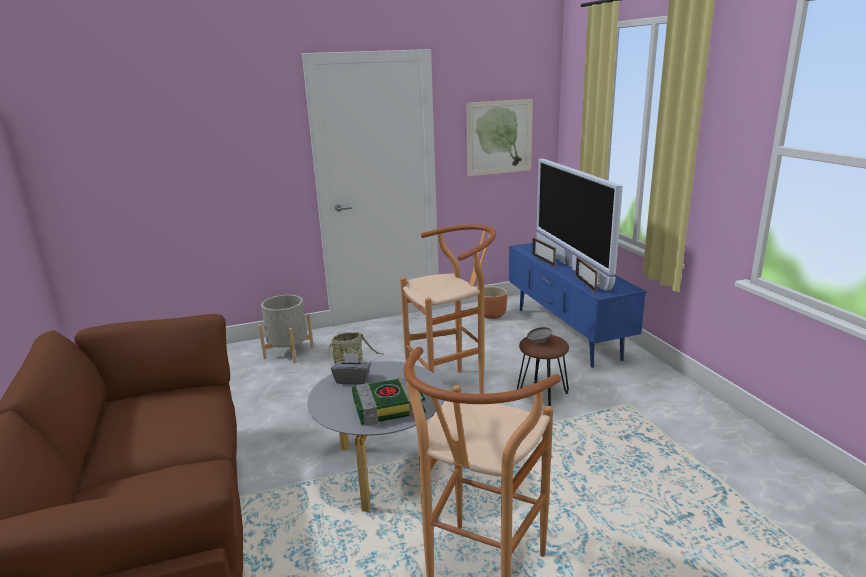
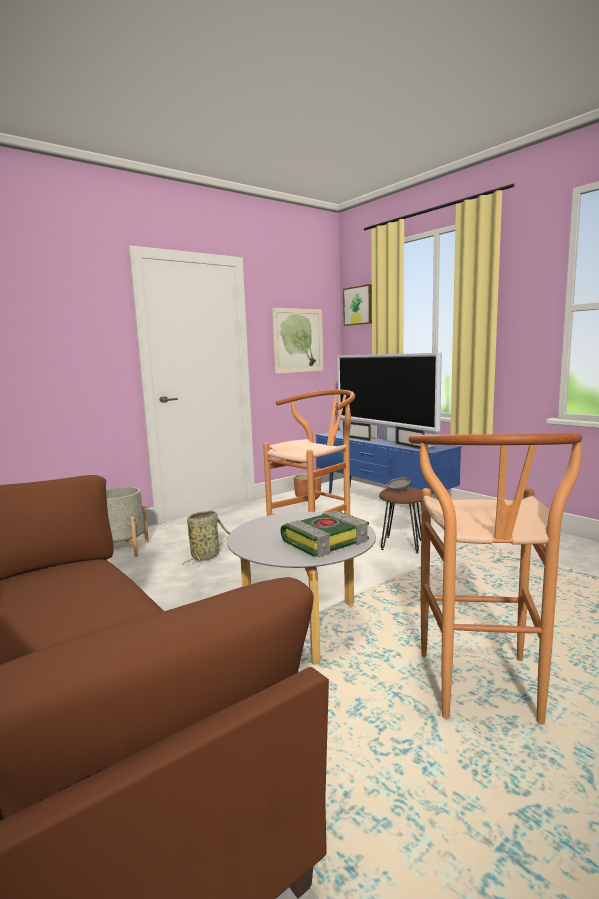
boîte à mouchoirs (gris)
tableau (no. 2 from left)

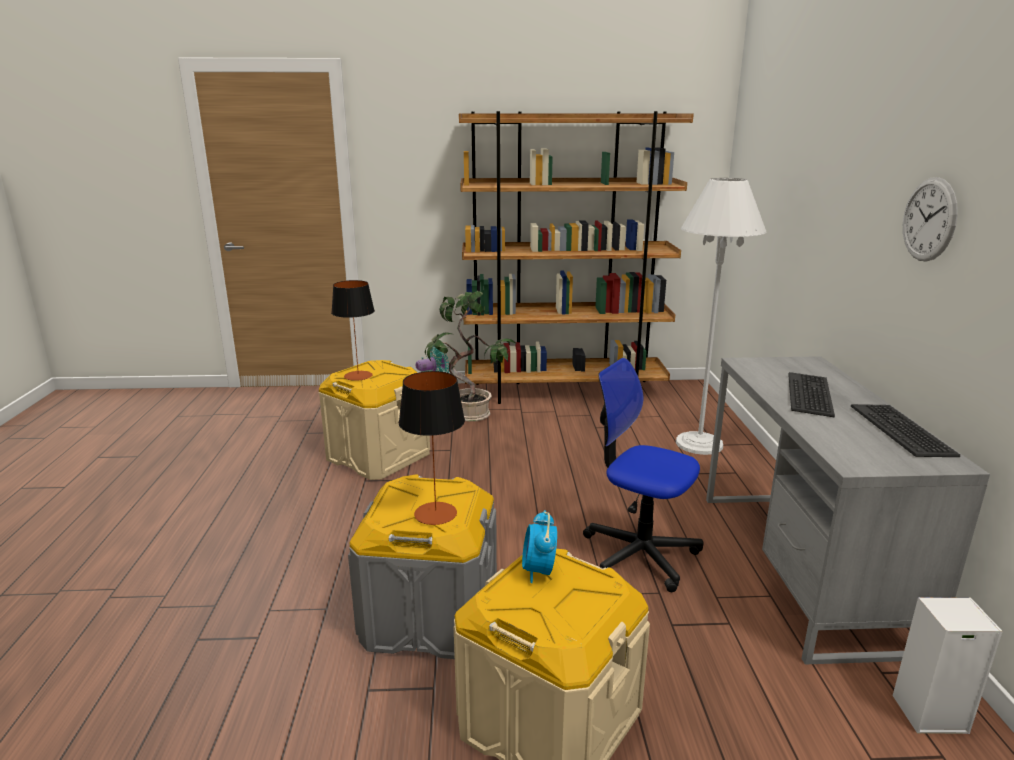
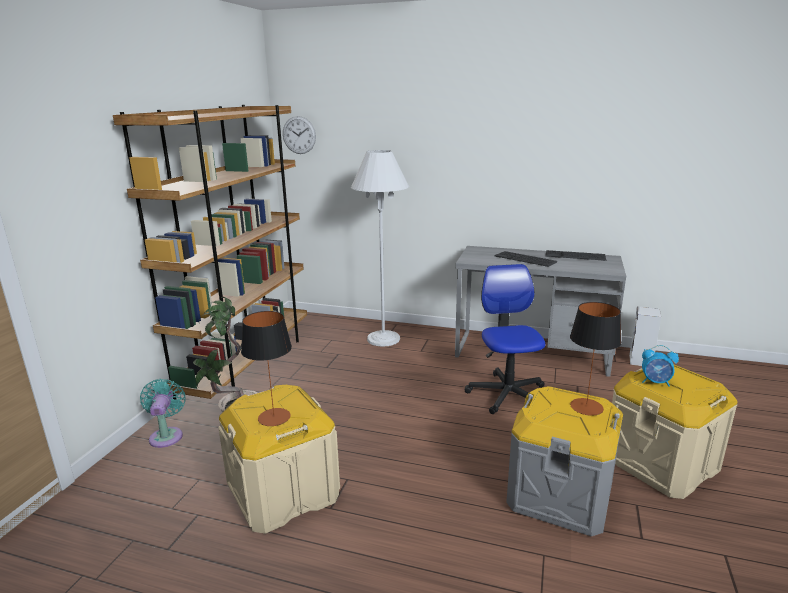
chaise de bureau
horloge murale

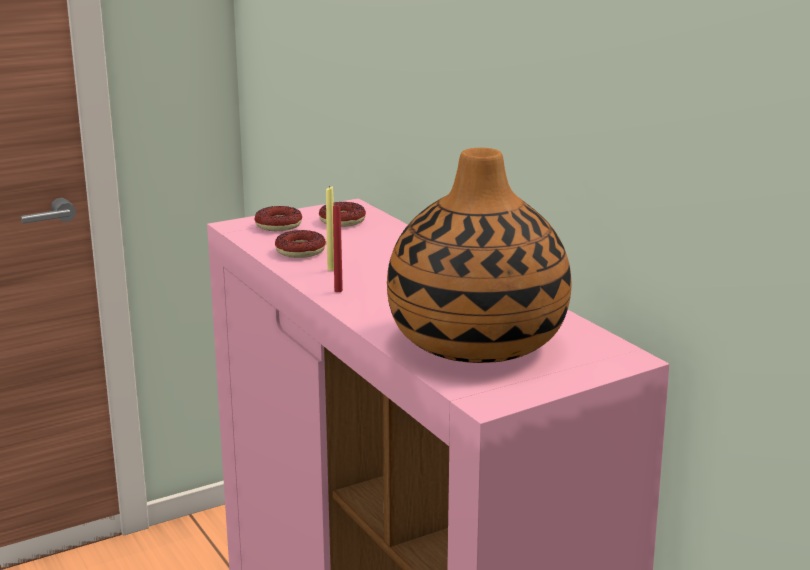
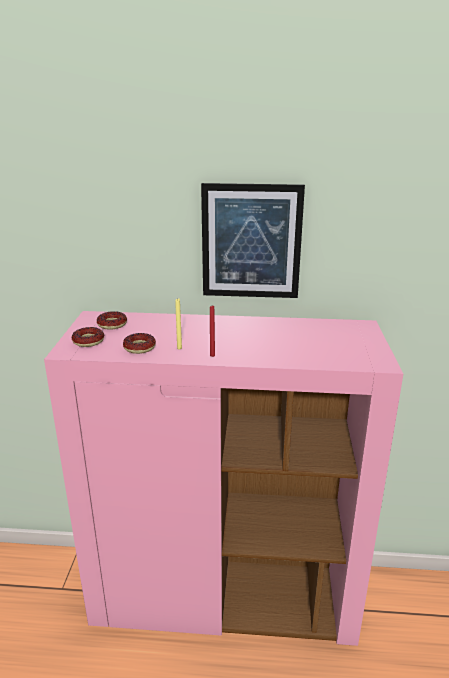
vase
tableau

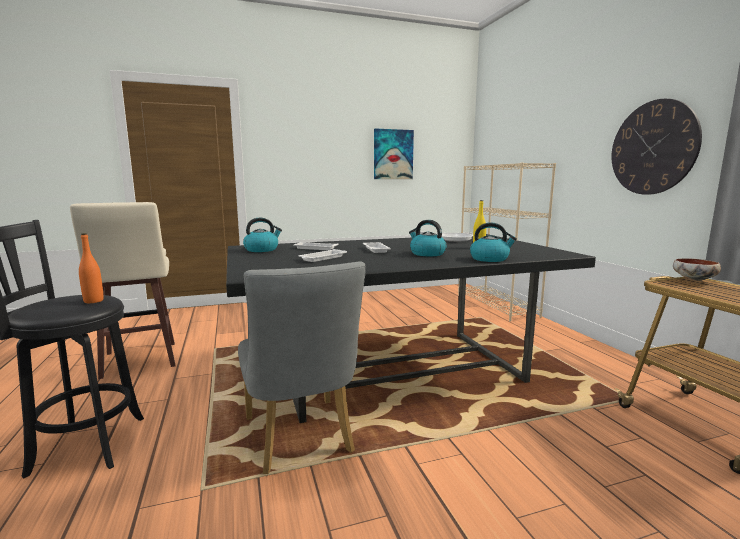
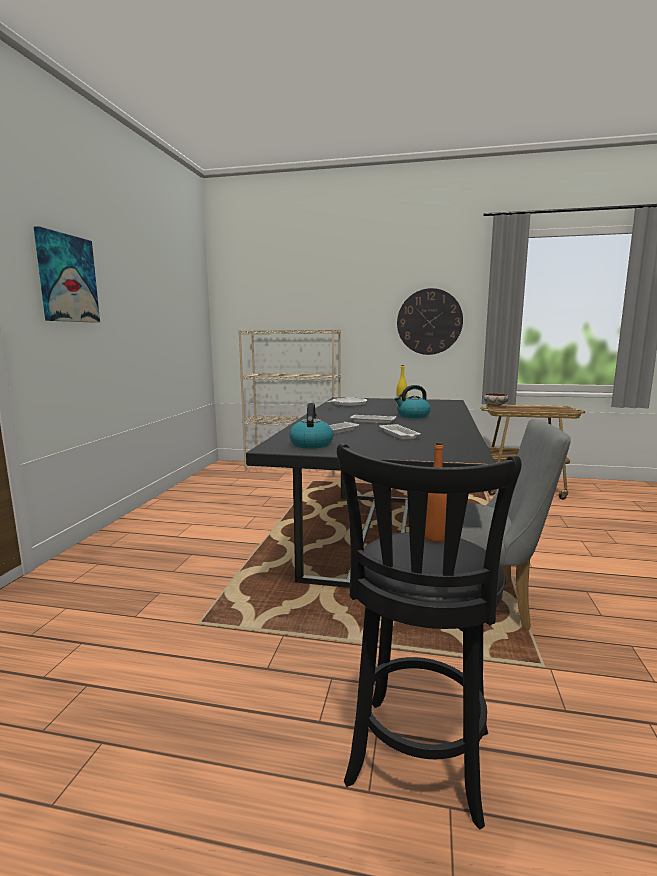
tabouret (beige)
tableau
bouilloire (no. 3 from left in the first image)

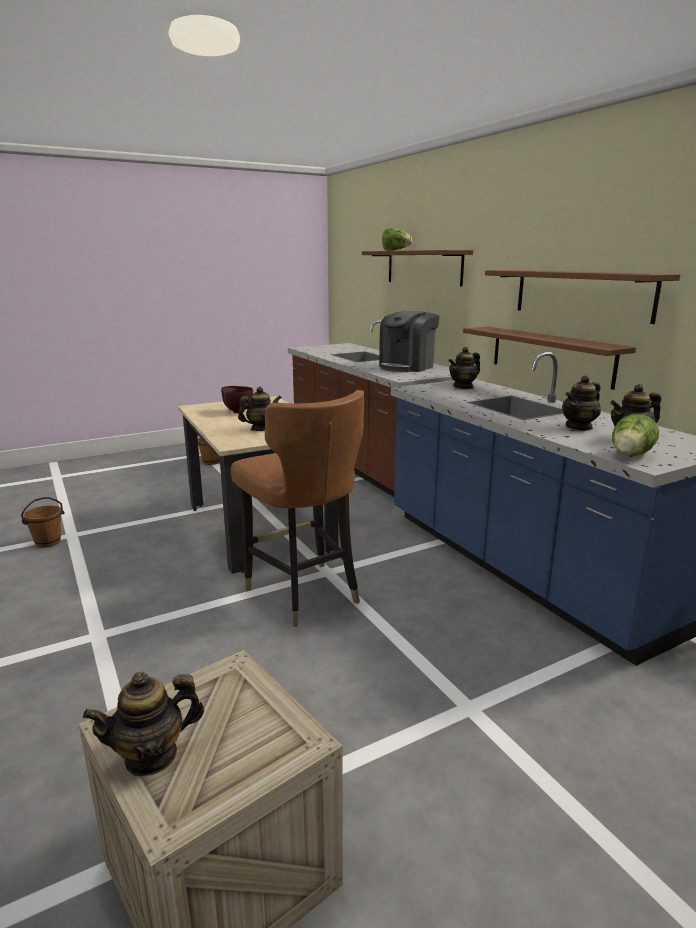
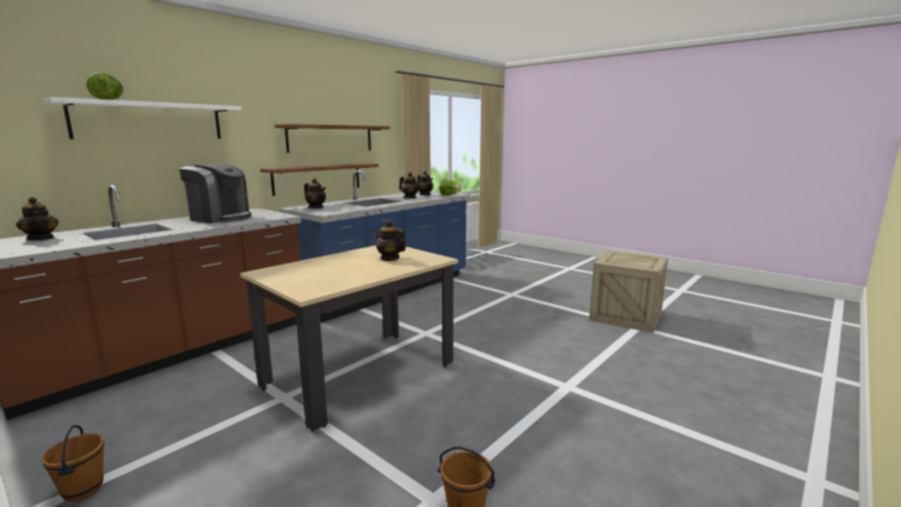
théière (no. 1 from left)
bol (marron)
chaise (marron)
étagère (blanc)

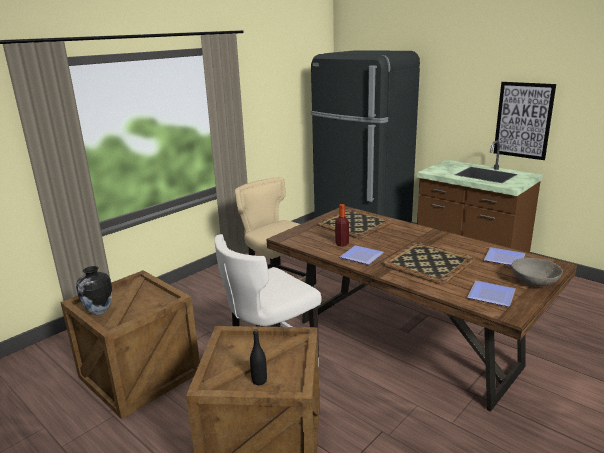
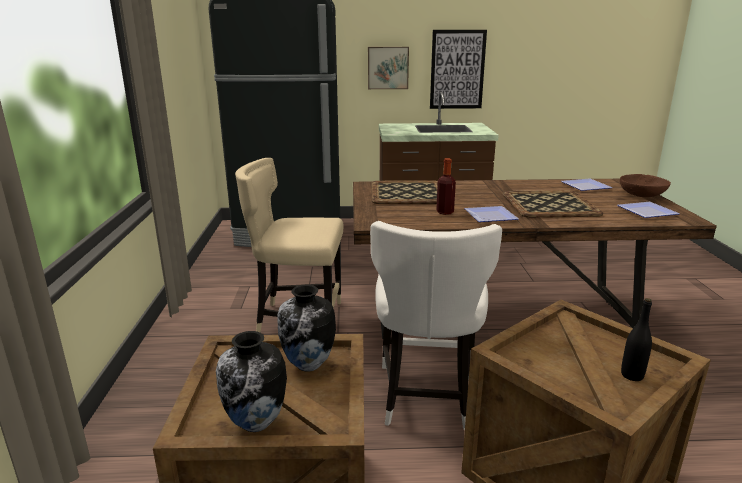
bol (marron)
vase (no. 2 from left)
tableau (no. 1 from left)

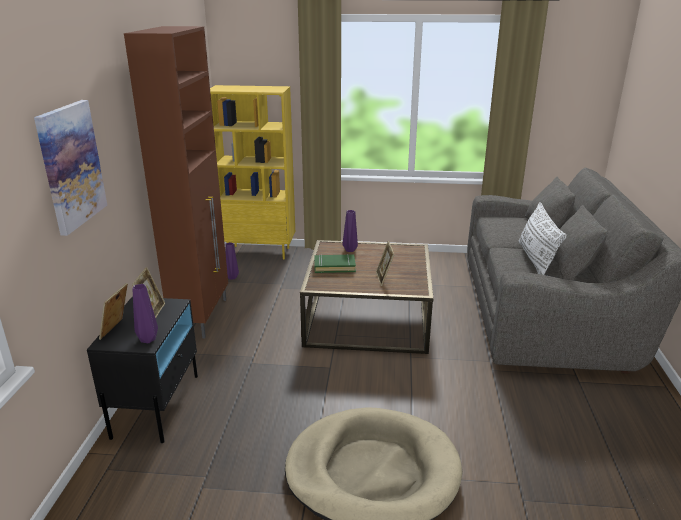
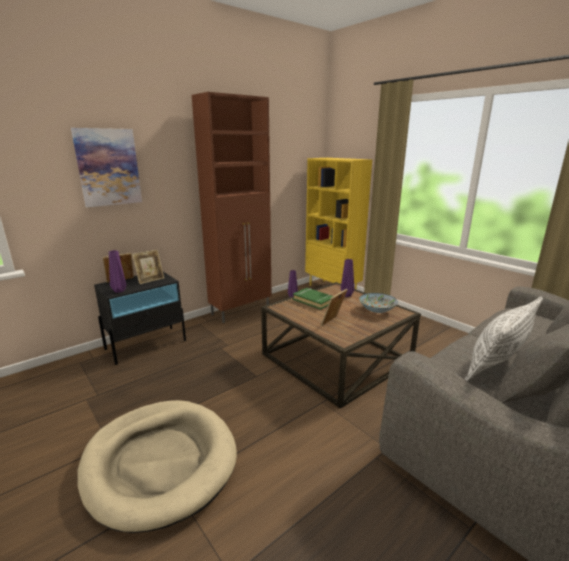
bol

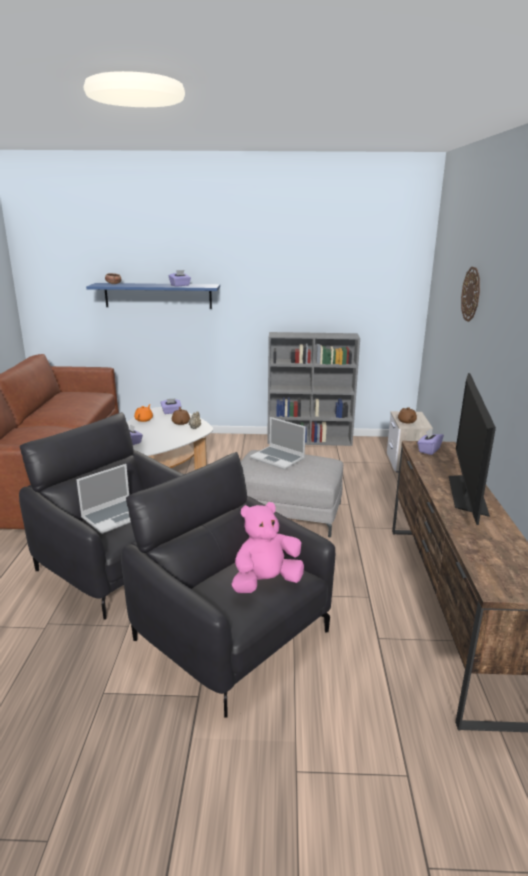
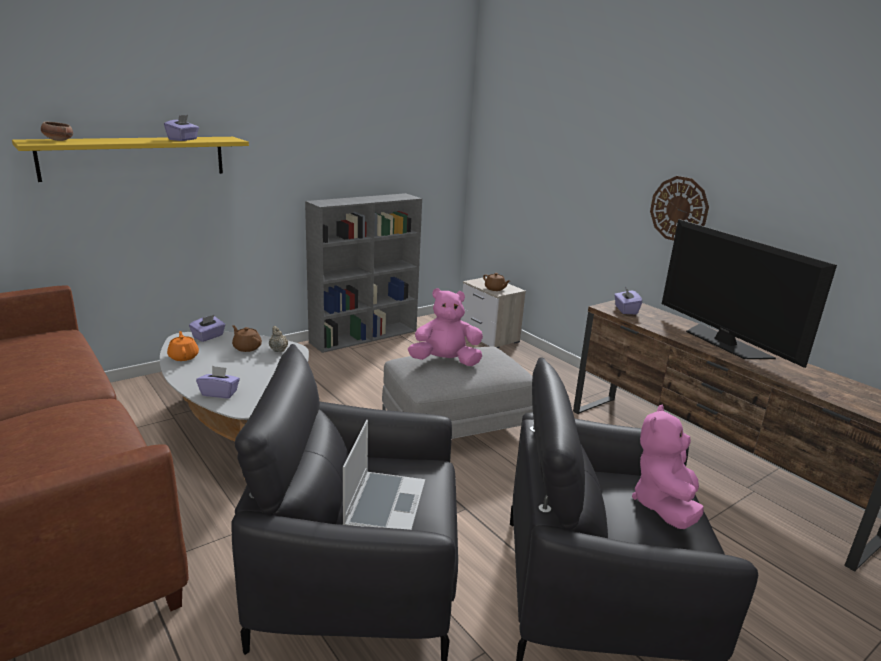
étagère (jaune)
peluche (rose) (no. 1 from left)
horloge murale

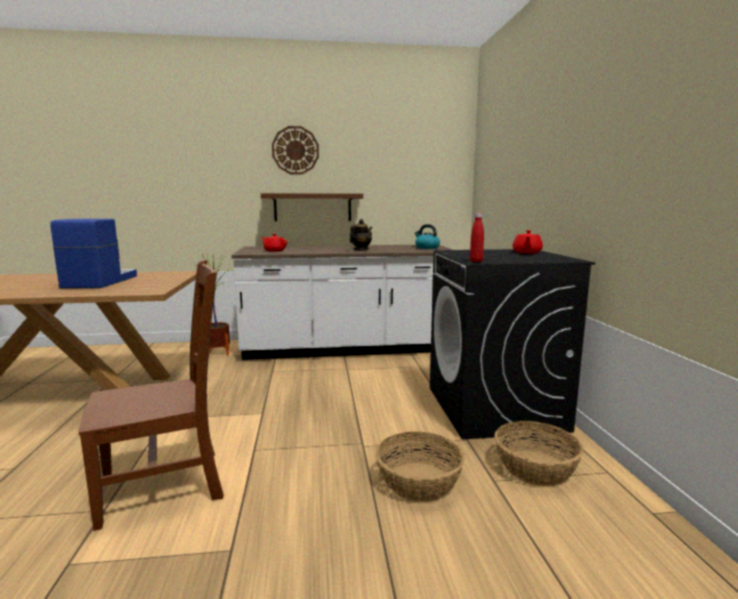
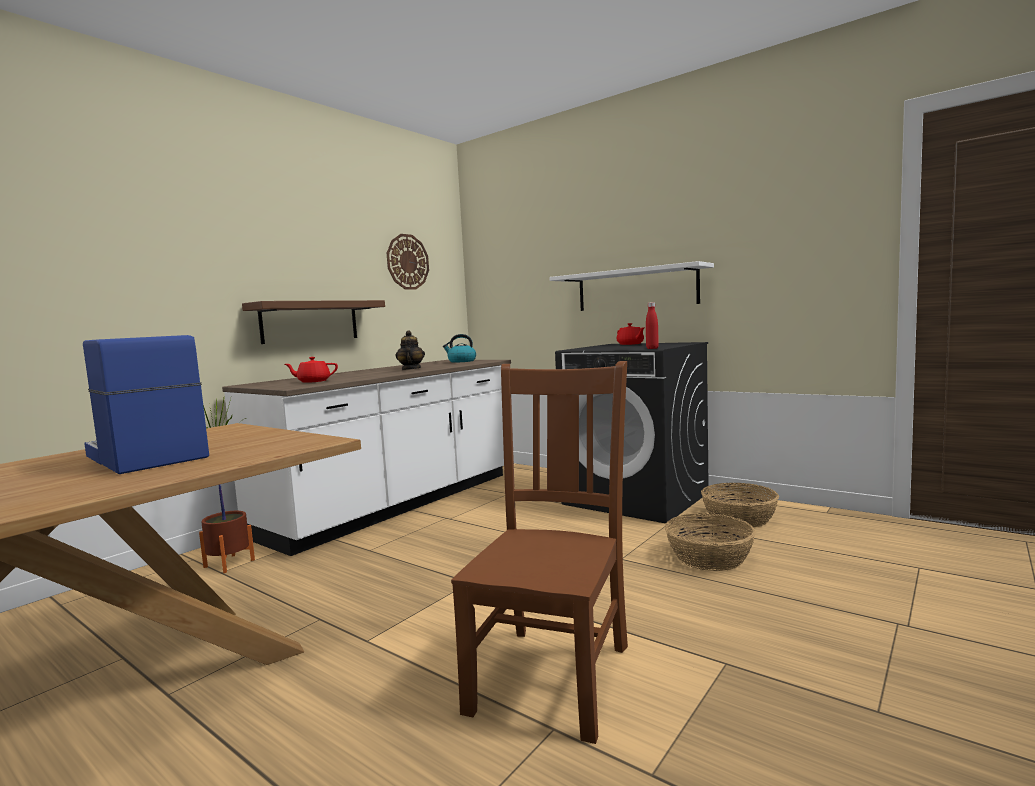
horloge murale
étagère (blanc)

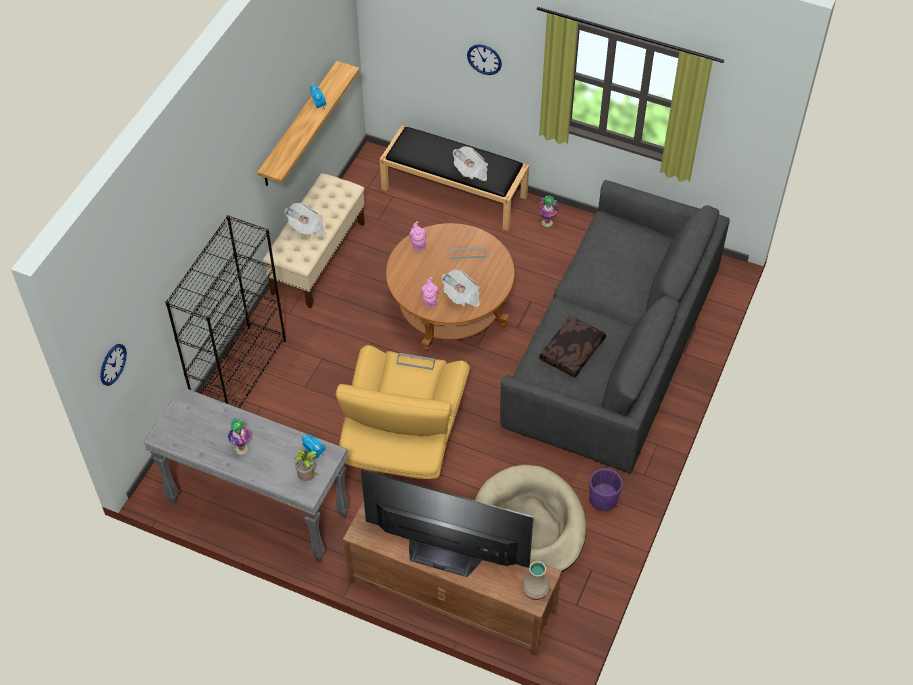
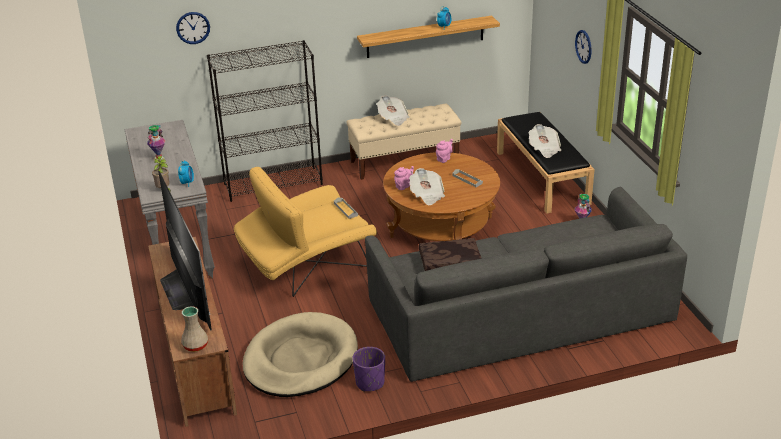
horloge murale (no. 1 from left)

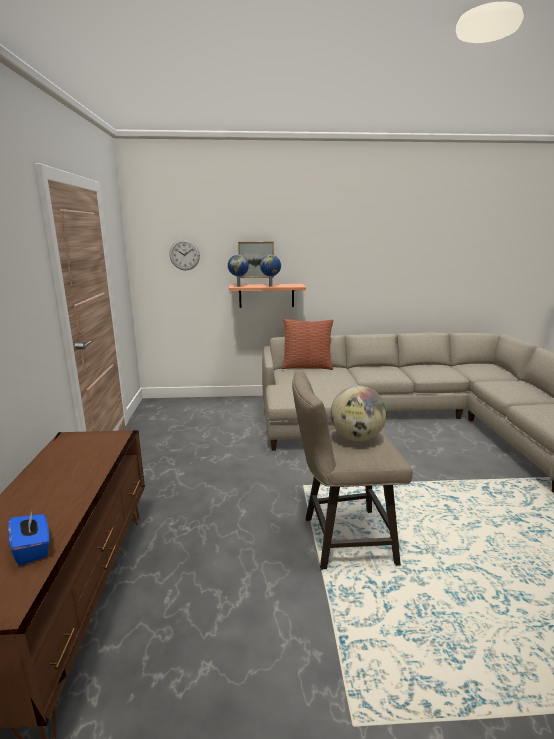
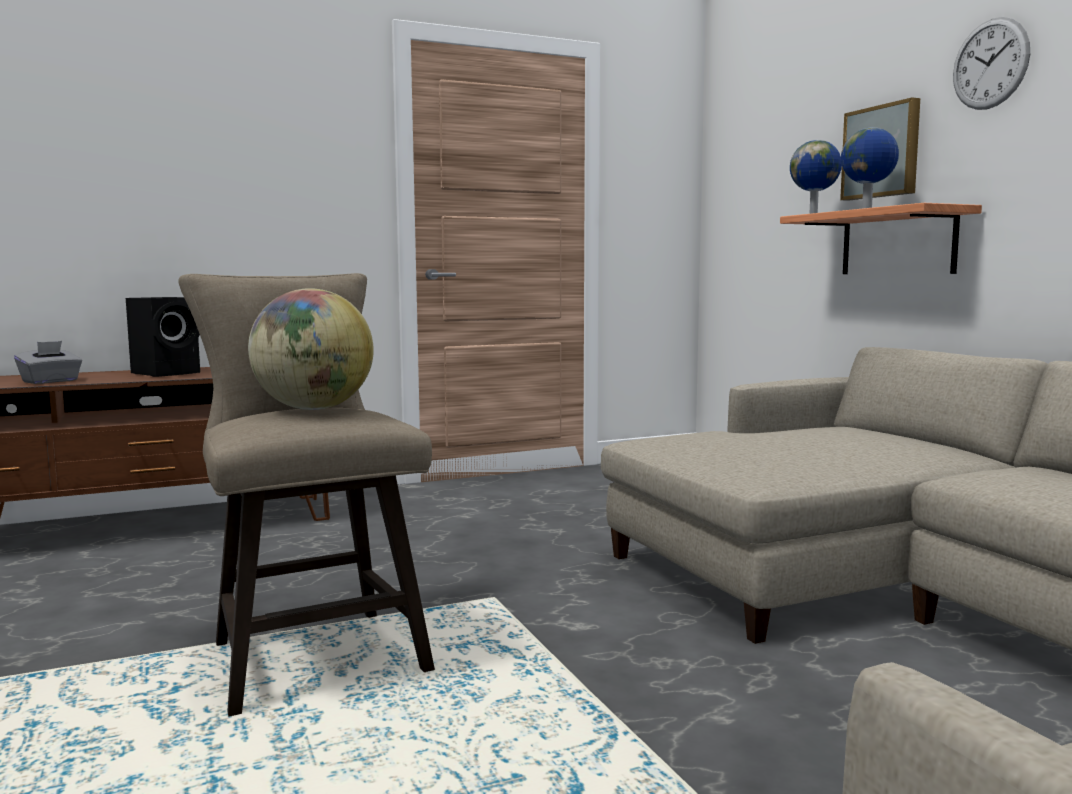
boîte à mouchoirs (gris)
horloge murale
coussin
enceinte (noir)

